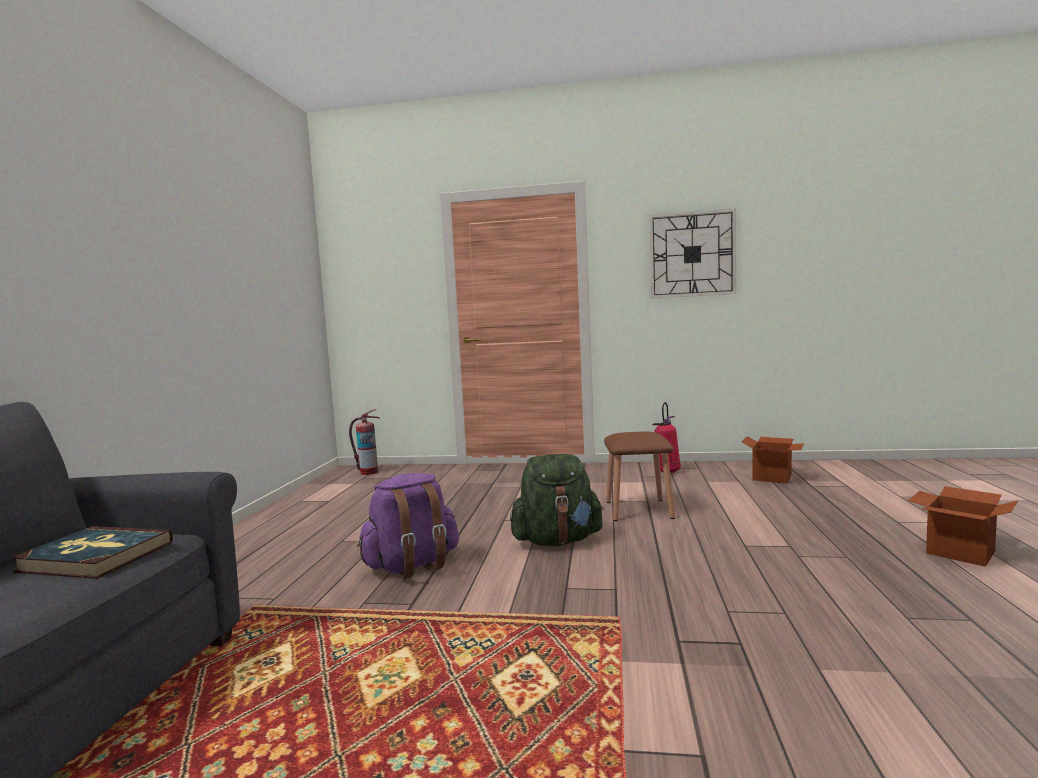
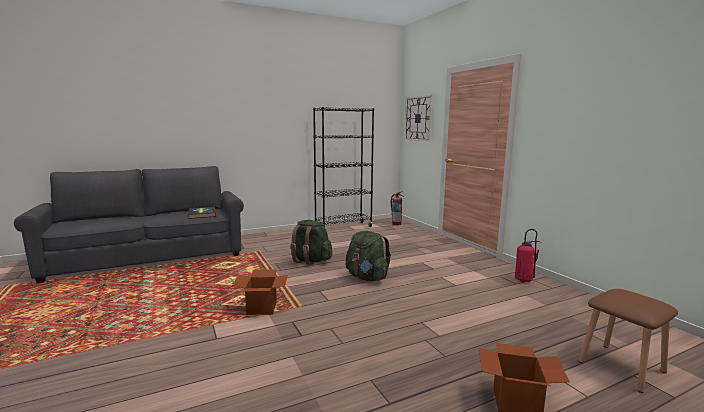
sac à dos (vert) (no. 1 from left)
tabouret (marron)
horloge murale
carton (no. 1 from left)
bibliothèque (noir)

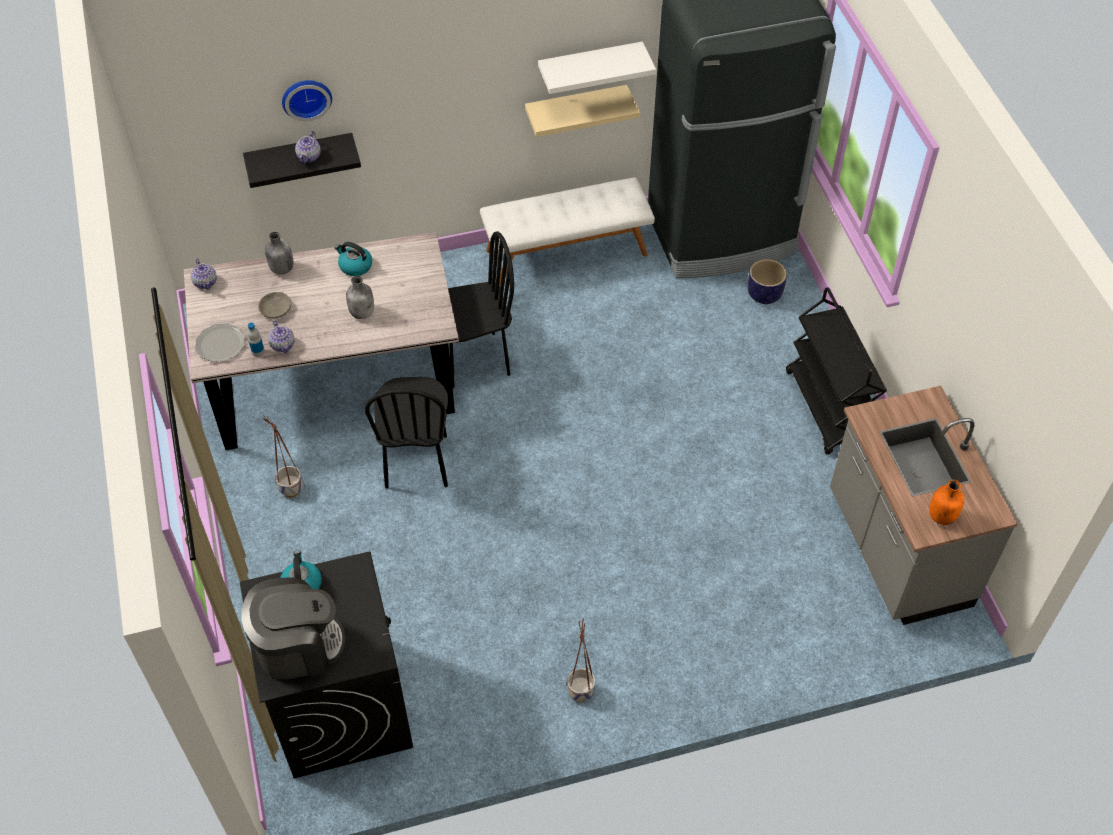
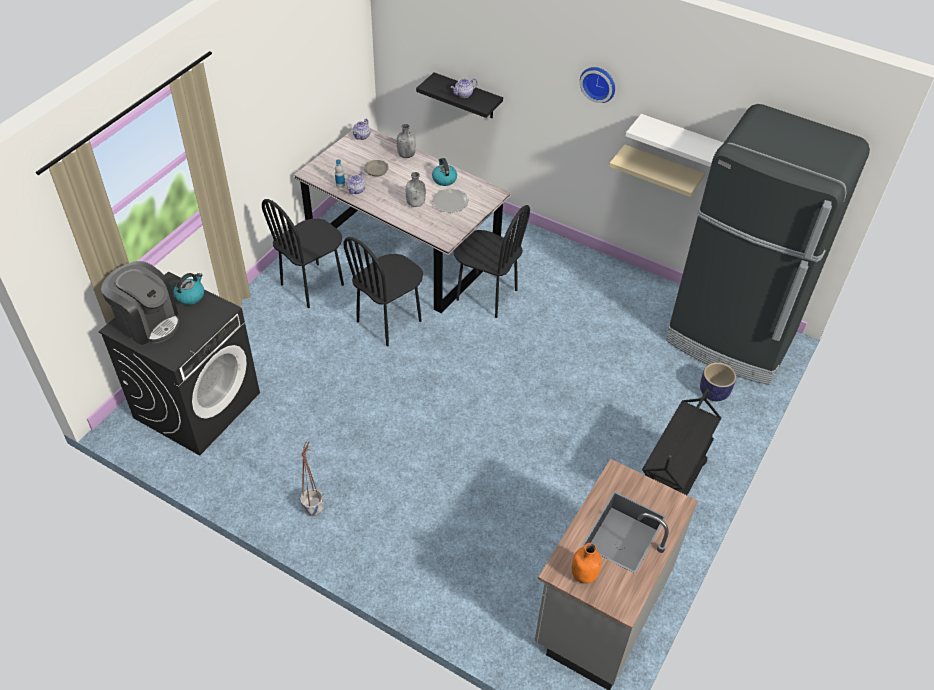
assiette
chaise (noir) (no. 1 from left)
horloge murale
banc (blanc)

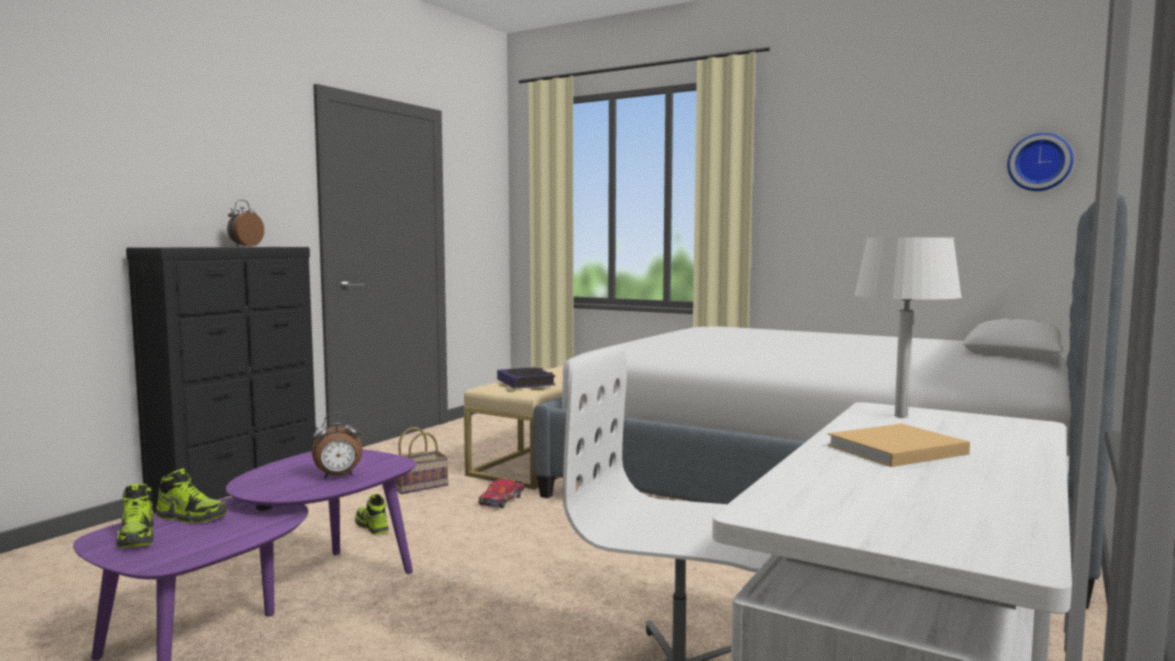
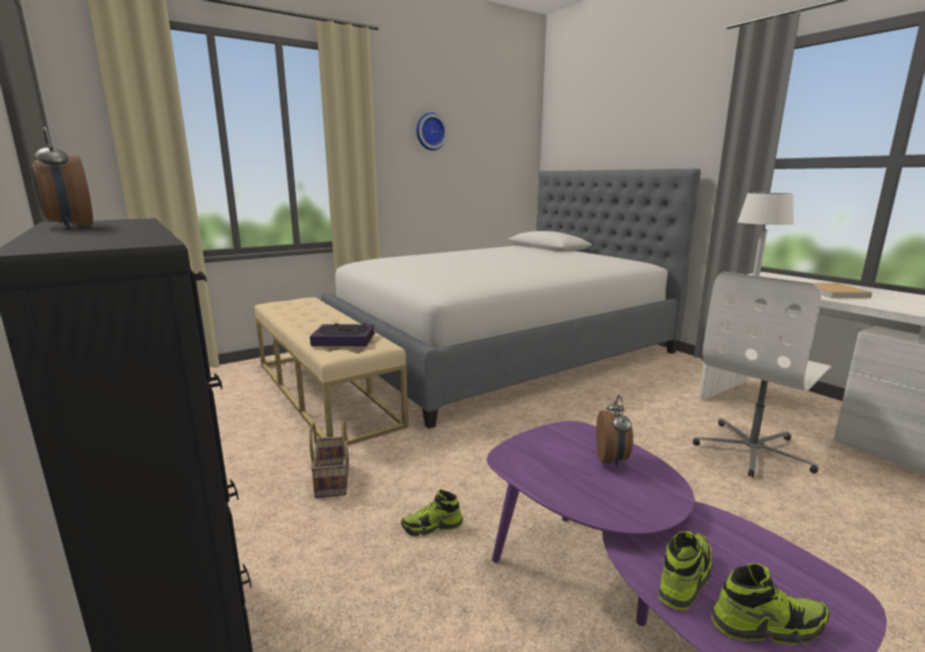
petite voiture
horloge murale

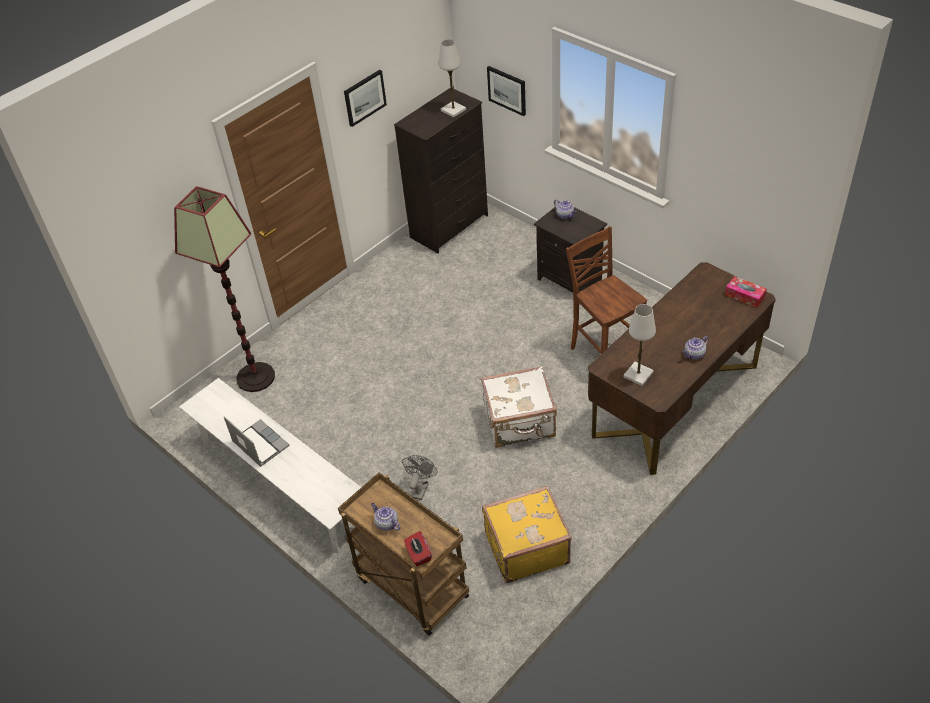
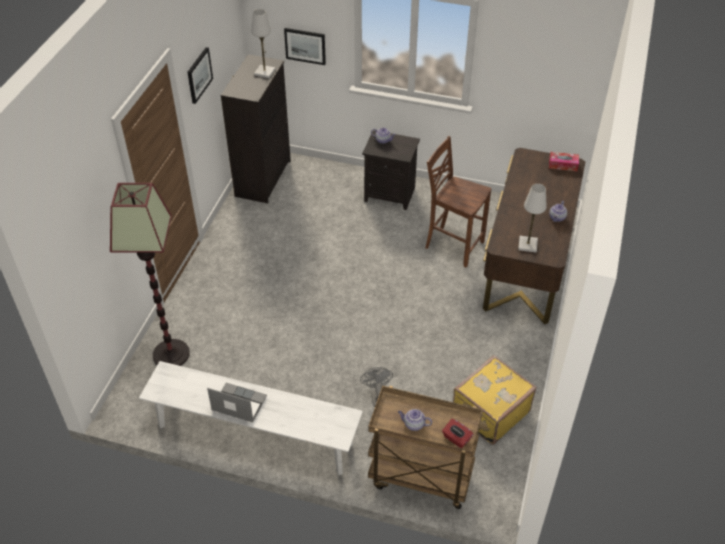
valise (blanc)

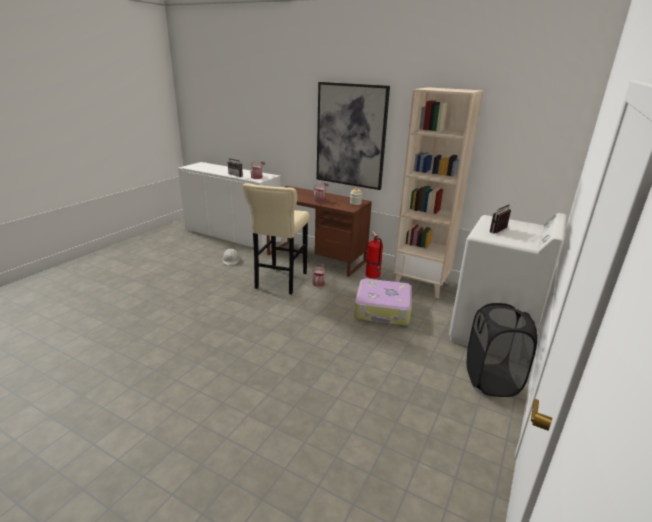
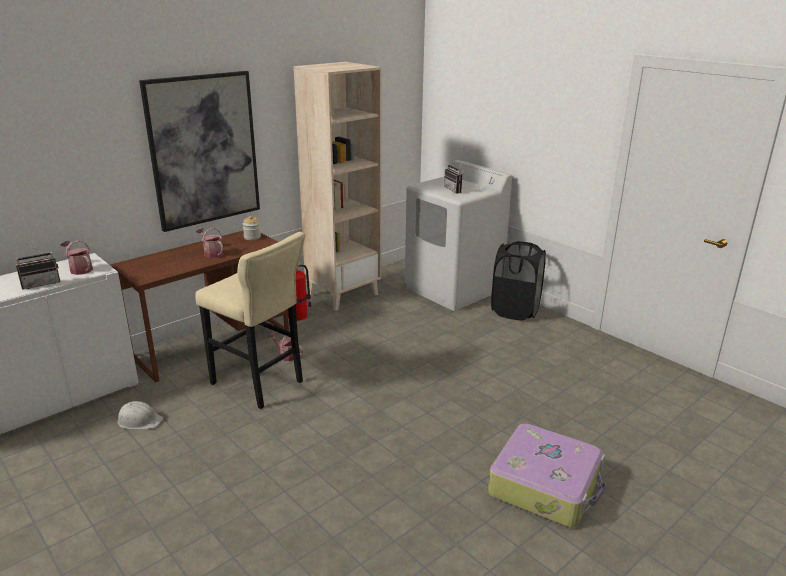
valise

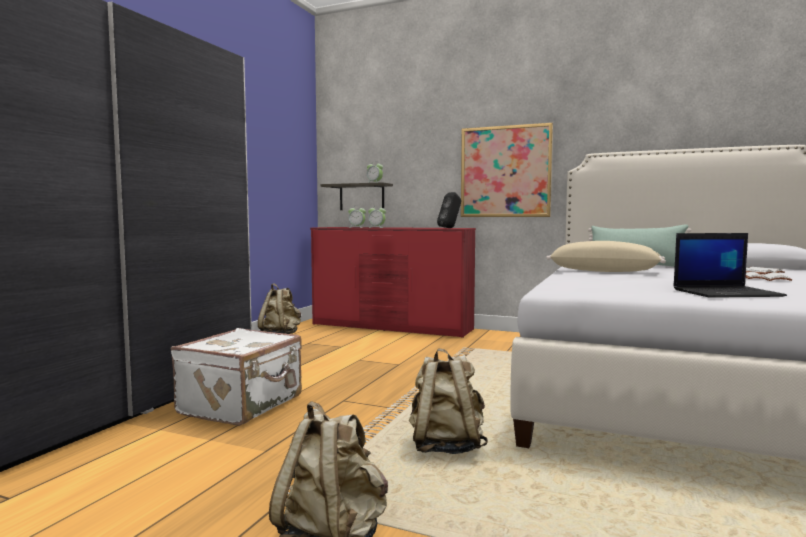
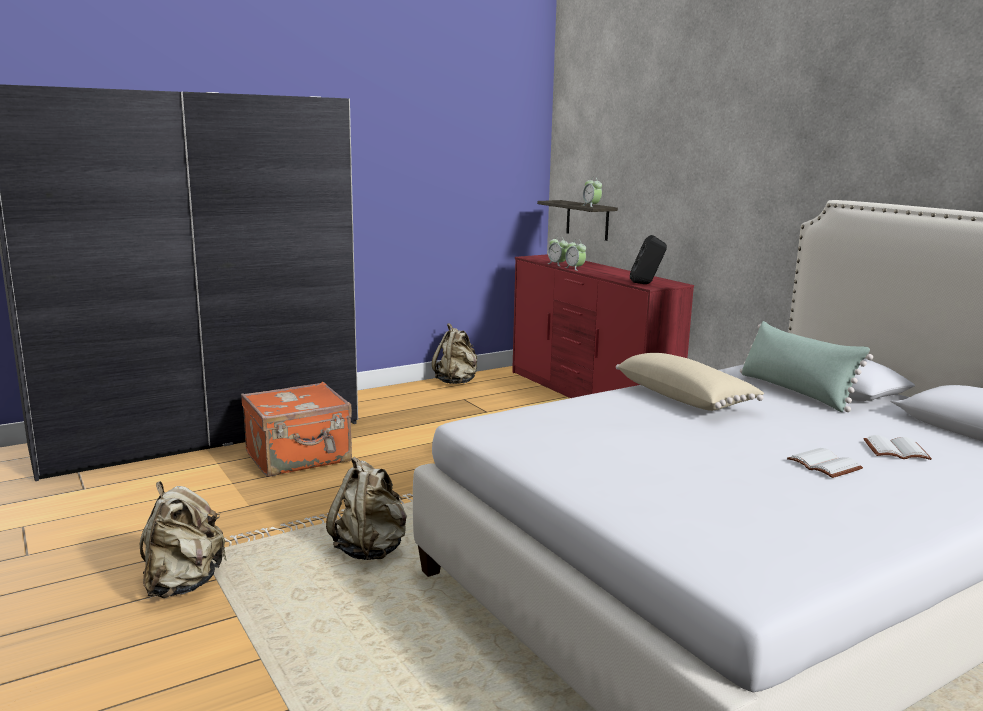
valise (orange)
tableau
ordinateur portable

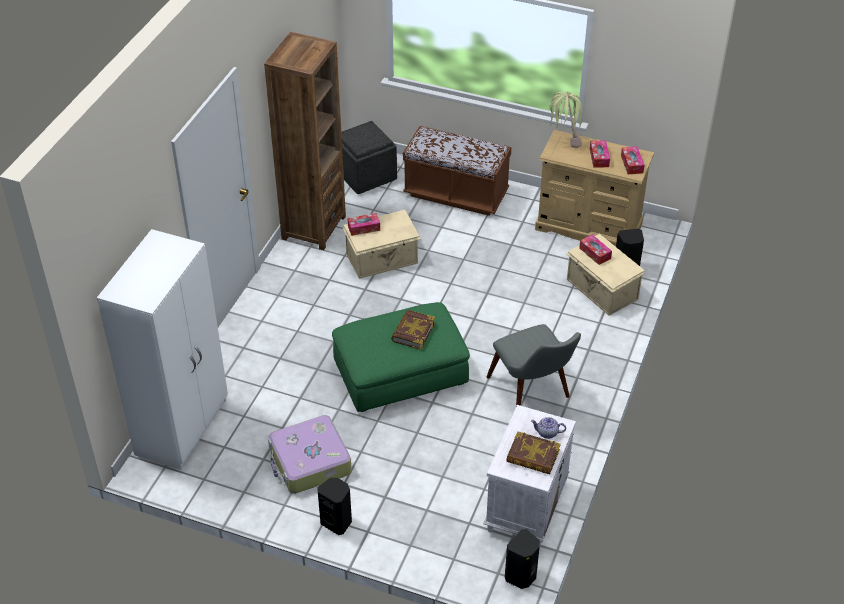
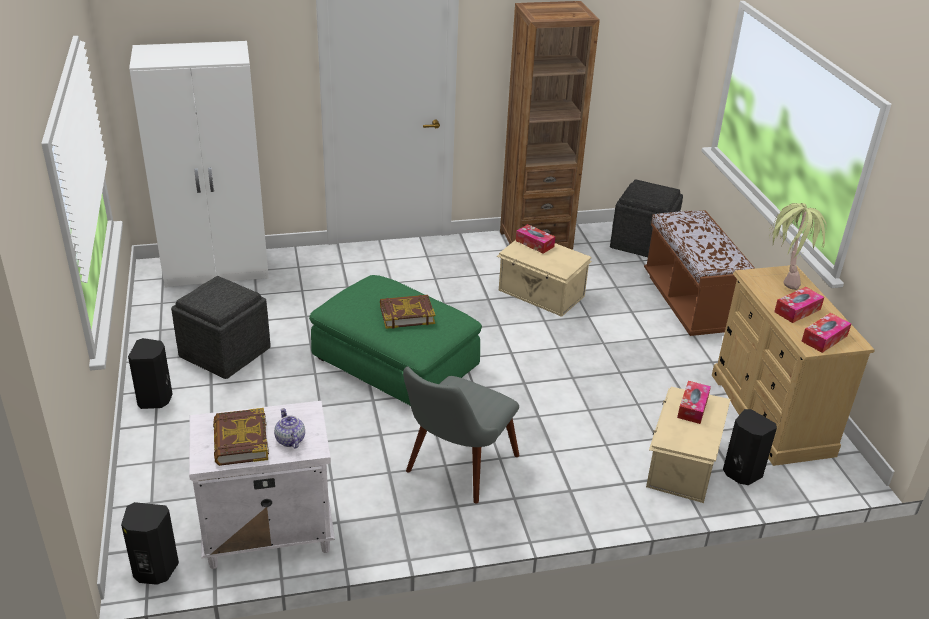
pouf (gris) (no. 1 from left)

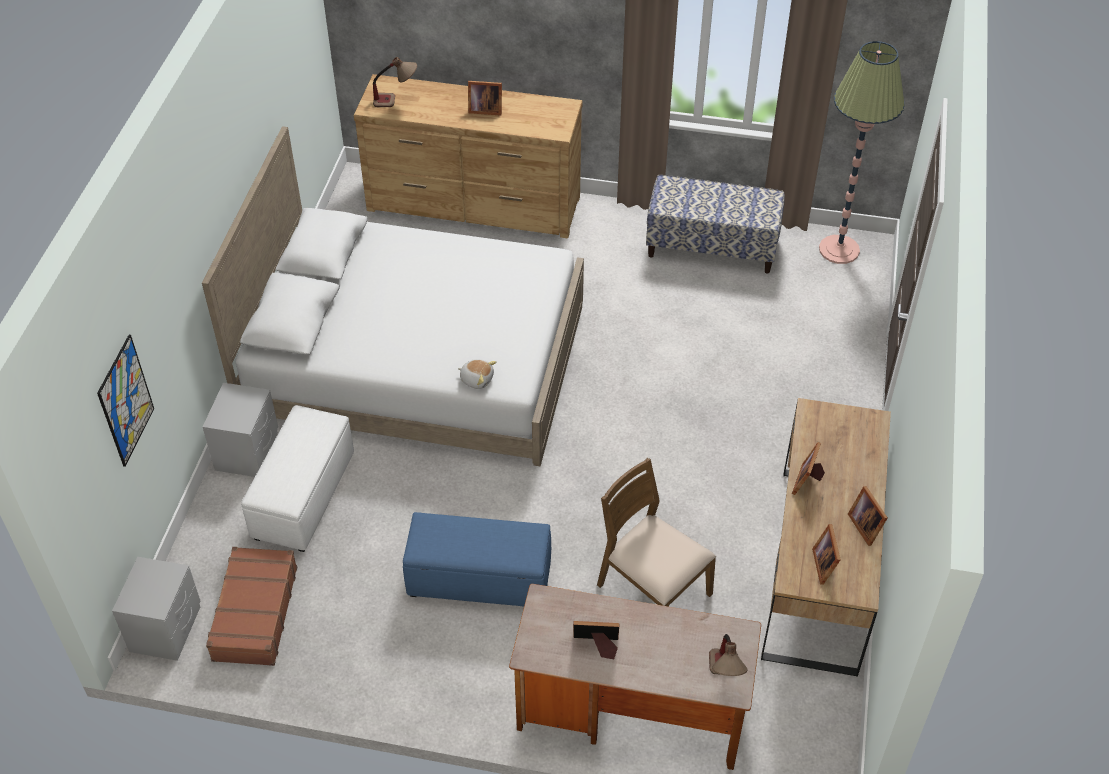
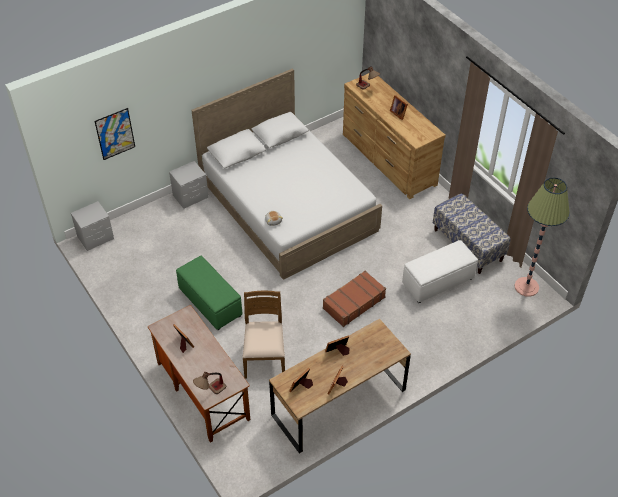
valise (marron)
pouf (blanc)
pouf (vert)

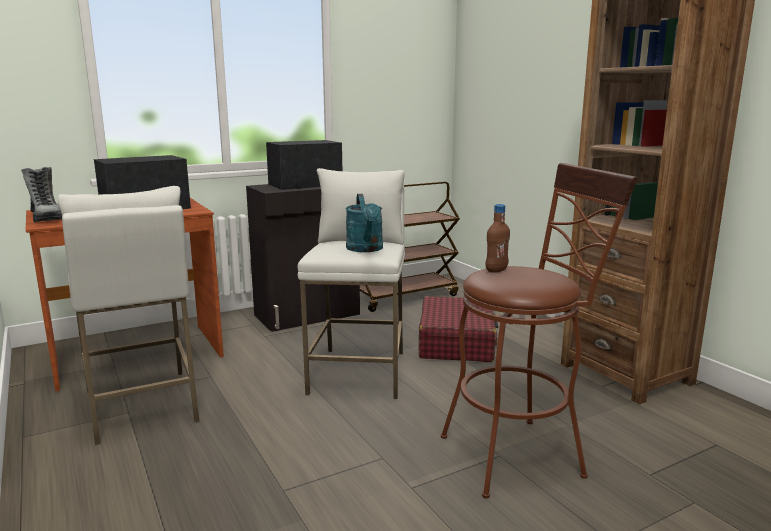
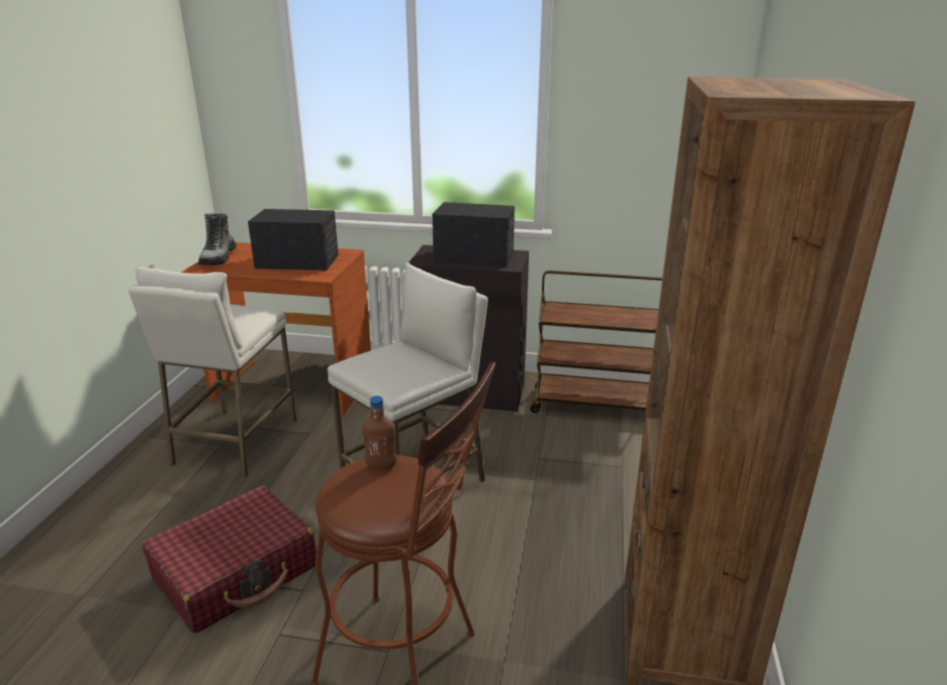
arrosoir (turquoise)
valise (rouge)

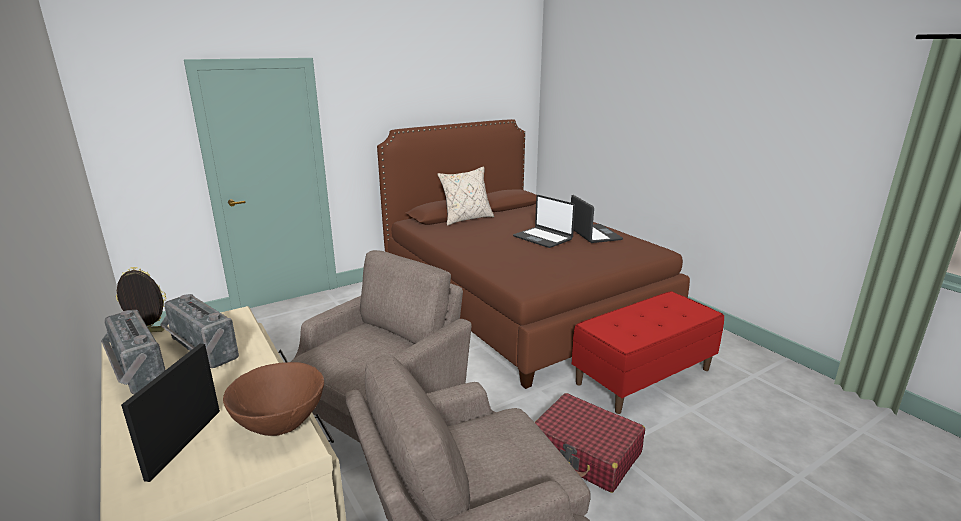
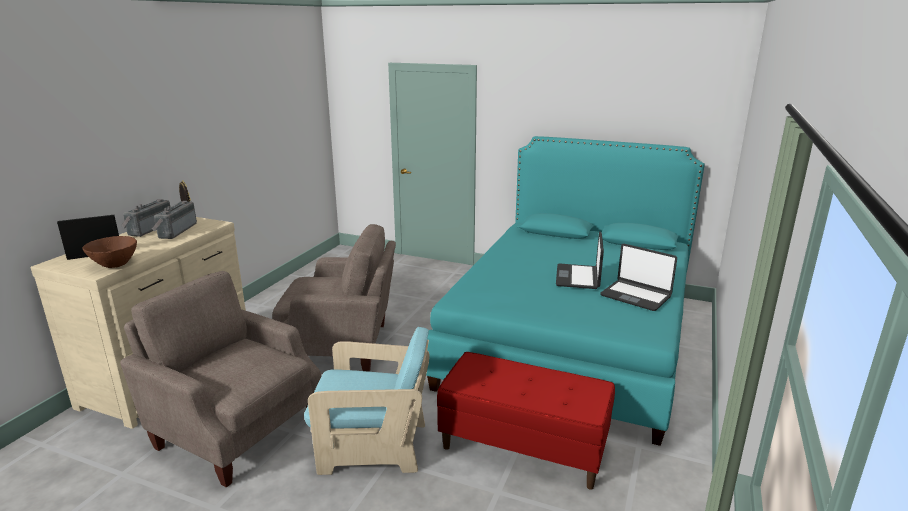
lit (turquoise)
coussin (beige)
fauteuil (turquoise)
ordinateur portable (no. 2 from left)

